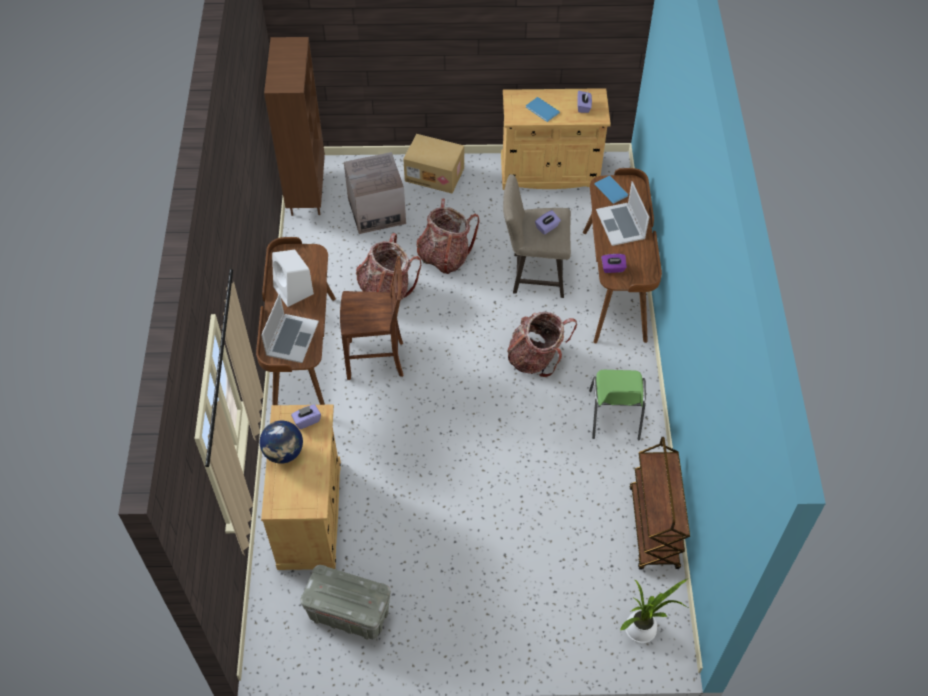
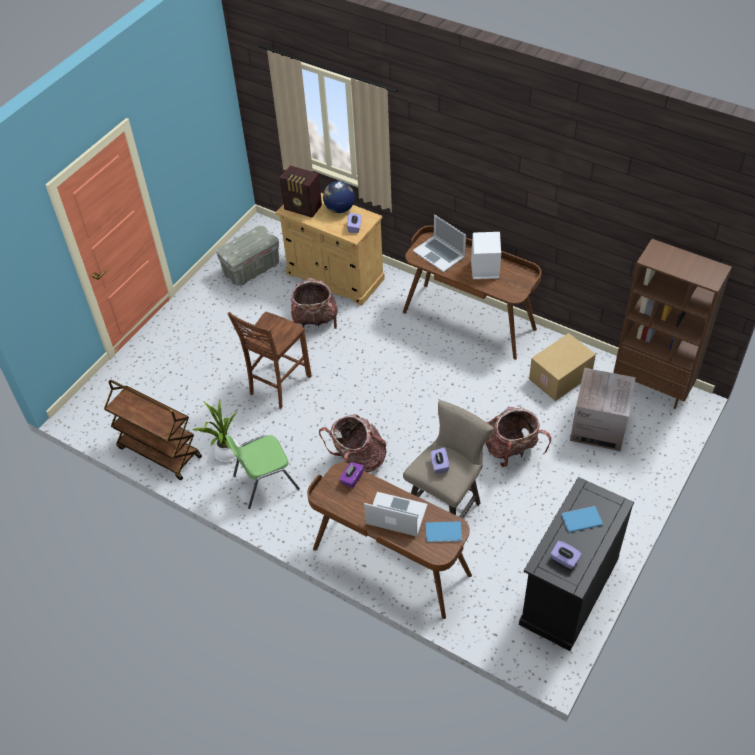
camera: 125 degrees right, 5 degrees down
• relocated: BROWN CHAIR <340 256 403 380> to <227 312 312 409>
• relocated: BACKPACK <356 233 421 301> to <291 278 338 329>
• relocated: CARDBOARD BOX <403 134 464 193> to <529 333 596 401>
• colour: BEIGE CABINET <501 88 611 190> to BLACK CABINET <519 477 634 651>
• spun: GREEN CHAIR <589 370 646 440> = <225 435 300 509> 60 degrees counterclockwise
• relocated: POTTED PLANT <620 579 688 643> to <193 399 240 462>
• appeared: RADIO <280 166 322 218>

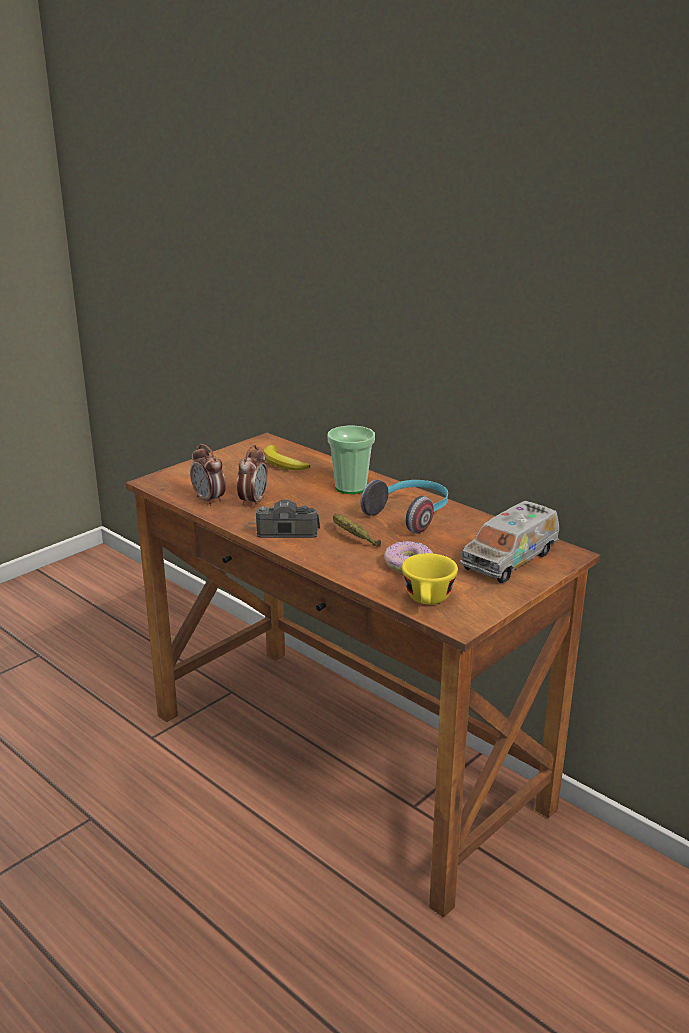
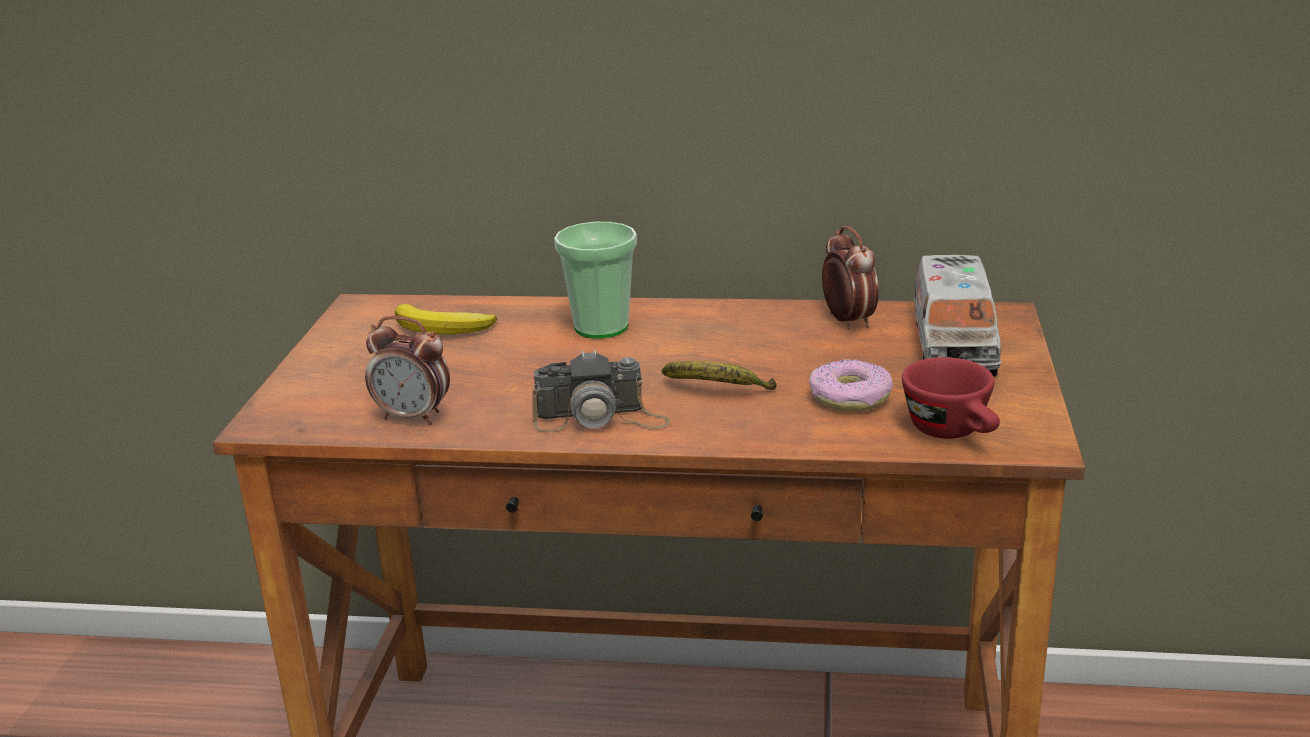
camera: 35 degrees left, 0 degrees up
• relocated: ALARM CLOCK <237 445 268 508> to <822 226 879 329>
• spun: PHOTO CAMERA <245 500 320 538> = <532 350 670 432> 150 degrees counterclockwise
• missing: HEADPHONES <360 480 448 534>
• colour: YELLOW CUP <402 553 458 604> to RED CUP <902 357 1000 439>

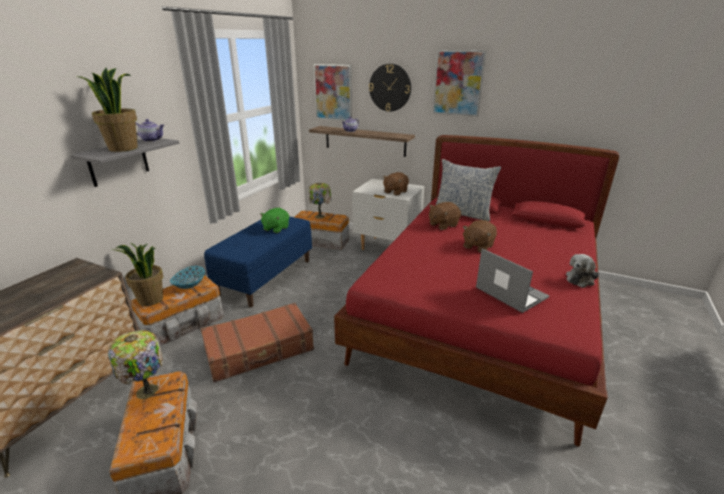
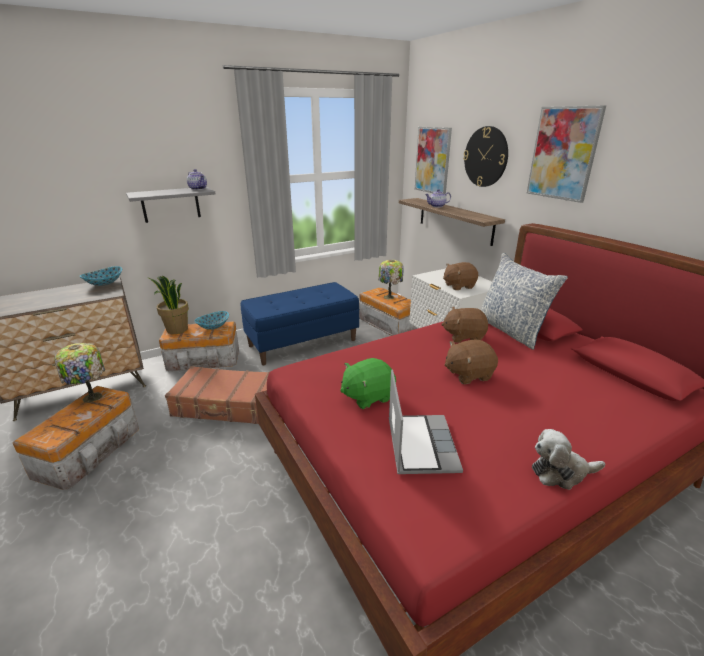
camera: 35 degrees right, 0 degrees up
• missing: POTTED PLANT <77 68 138 152>
• relocated: GREEN PLUSH TOY <260 208 289 233> to <340 358 396 409>
• appeared: BOWL <80 266 122 286>

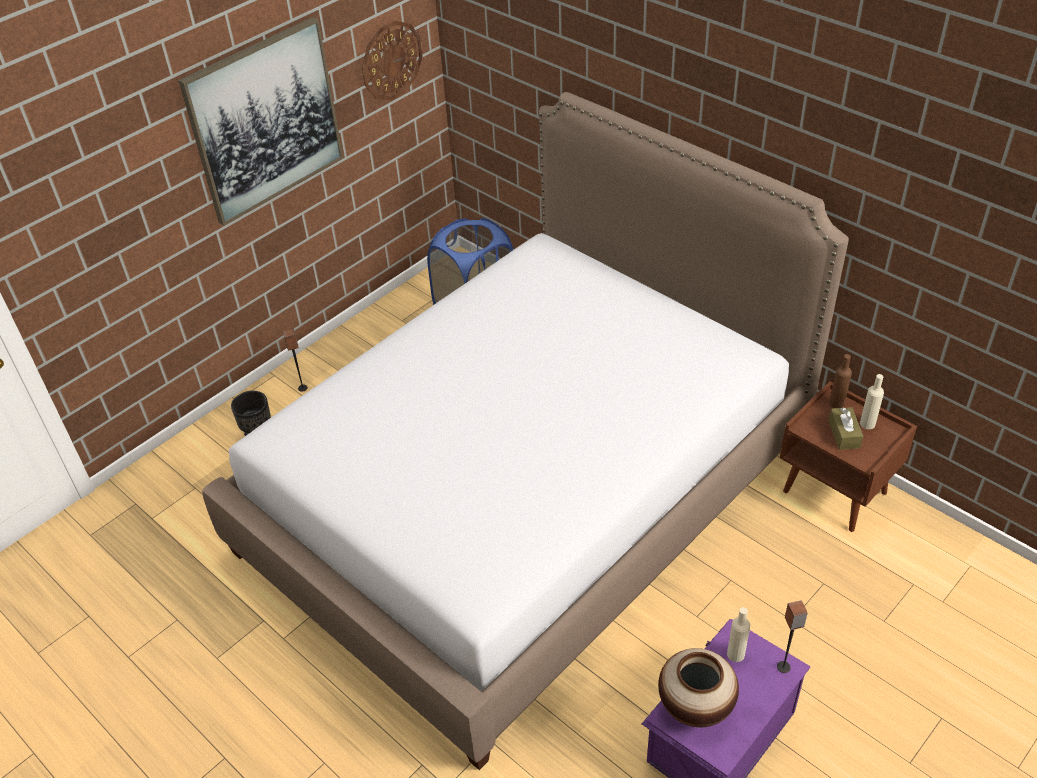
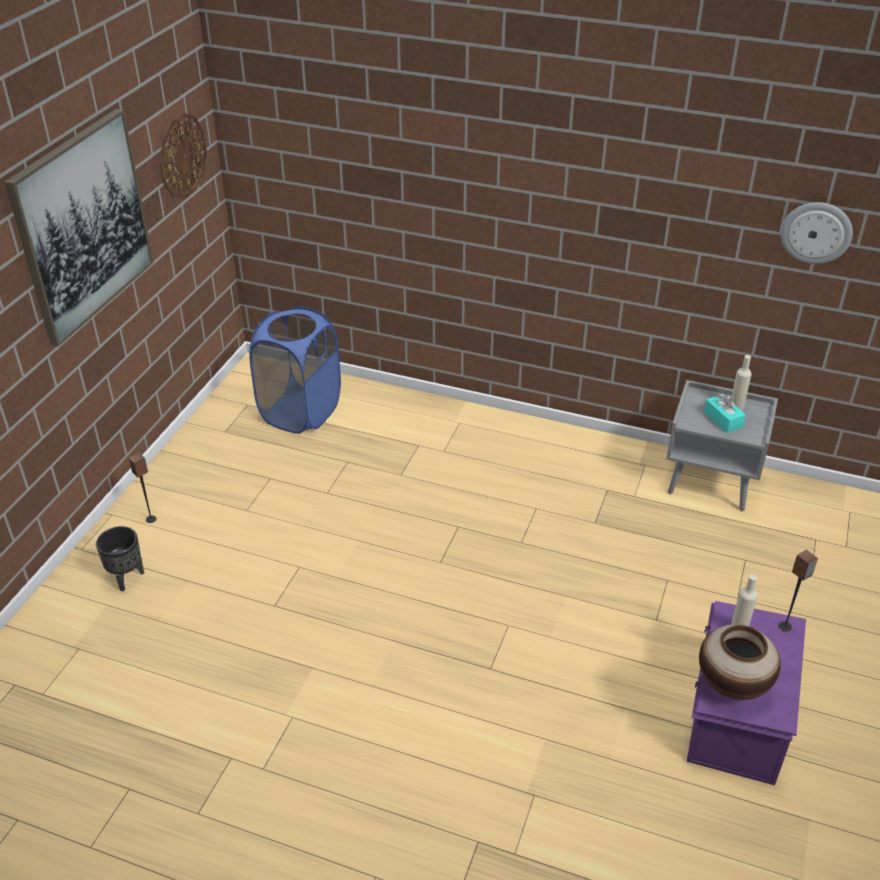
camera: 25 degrees left, 5 degrees down
• missing: BED <202 92 849 770>
• colour: BROWN NIGHTSTAND <780 381 917 532> to GREY NIGHTSTAND <666 380 778 511>
• colour: BROWN TISSUE BOX <828 407 863 450> to TURQUOISE TISSUE BOX <704 394 746 433>
• missing: BROWN BOTTLE <829 354 852 408>
• appeared: WALL CLOCK <781 202 853 264>

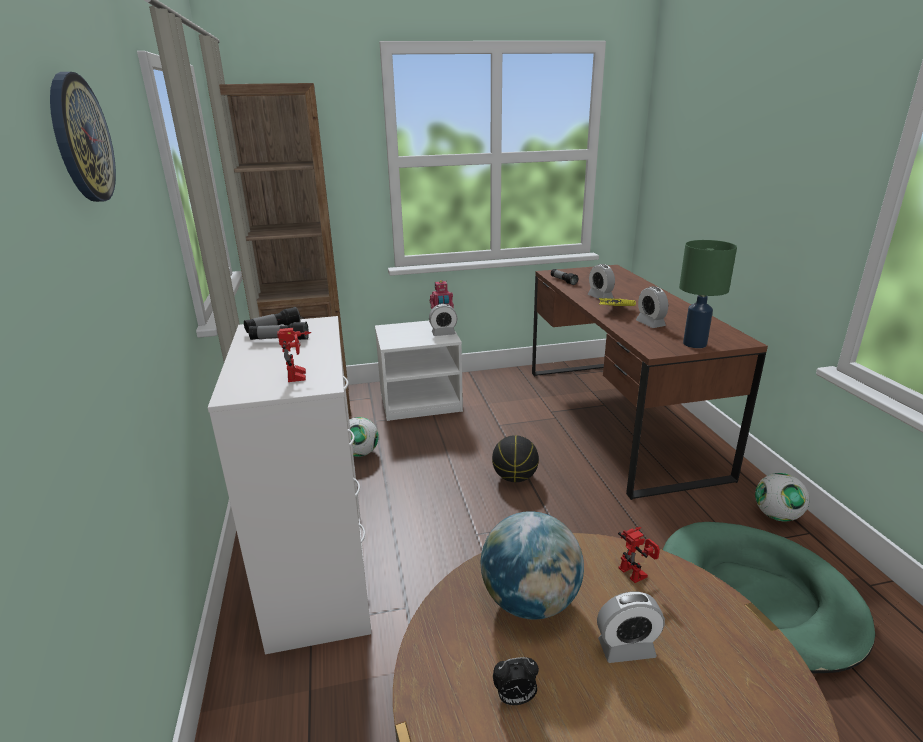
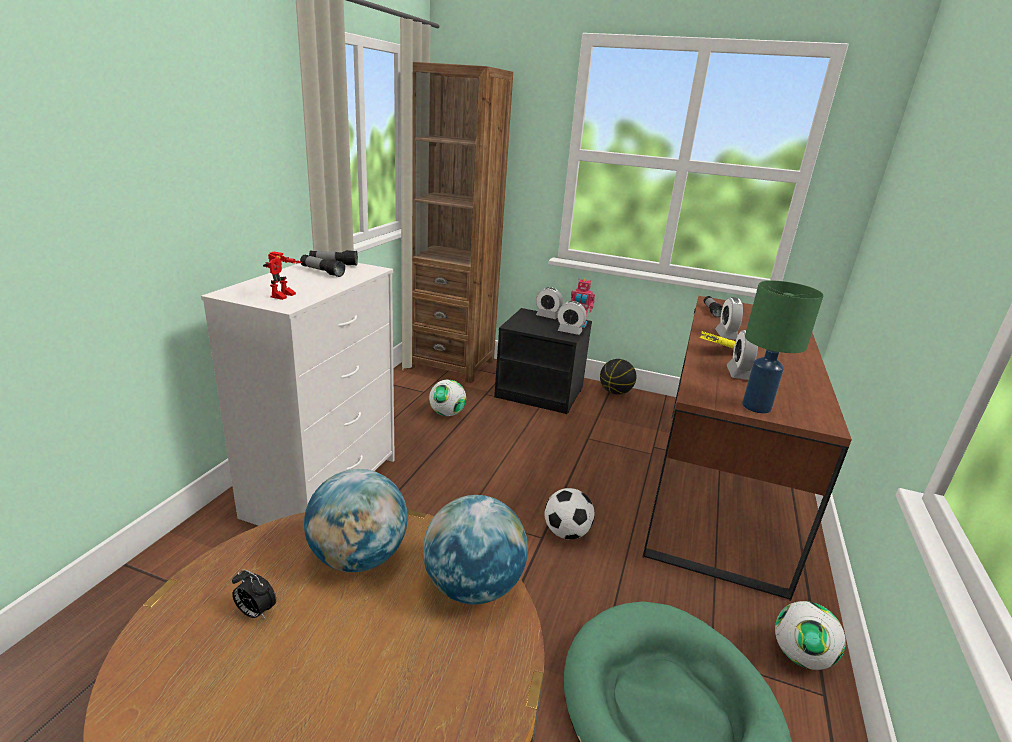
camera: 30 degrees right, 0 degrees up
• missing: WALL CLOCK <50 72 116 202>
• colour: WHITE NIGHTSTAND <375 321 463 421> to BLACK NIGHTSTAND <494 308 592 414>
• relocated: BASKETBALL <492 435 539 482> to <600 359 636 395>
• relocated: ALARM CLOCK <597 592 665 663> to <536 287 563 319>
• exchanged: TOY ROBOT <618 527 660 583> to GLOBE <423 495 528 604>
• appeared: FOOTBALL <544 488 595 539>

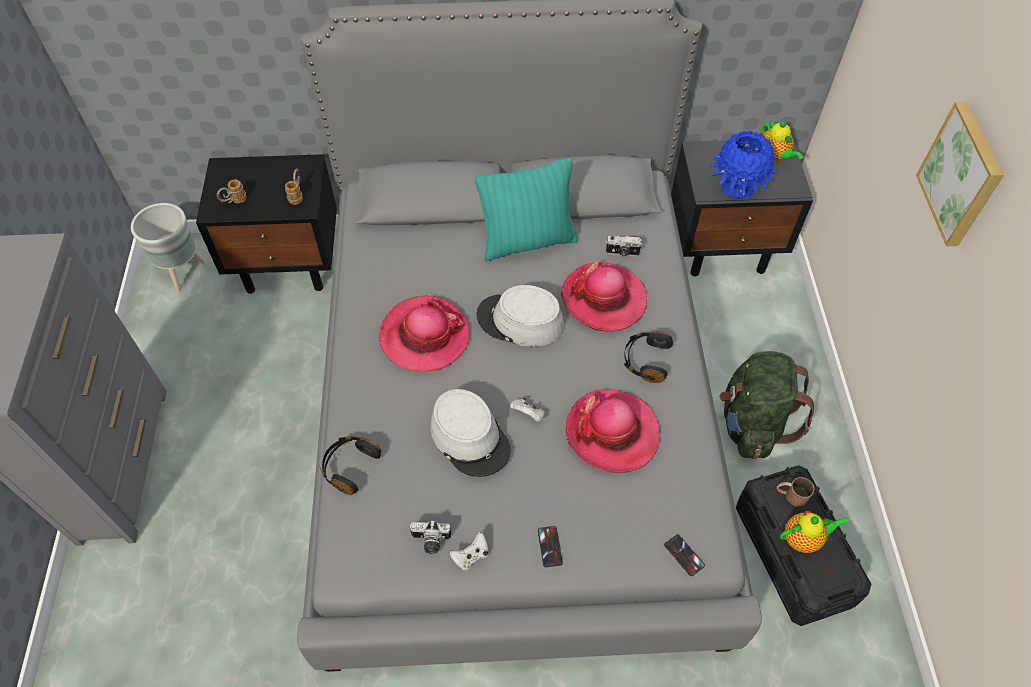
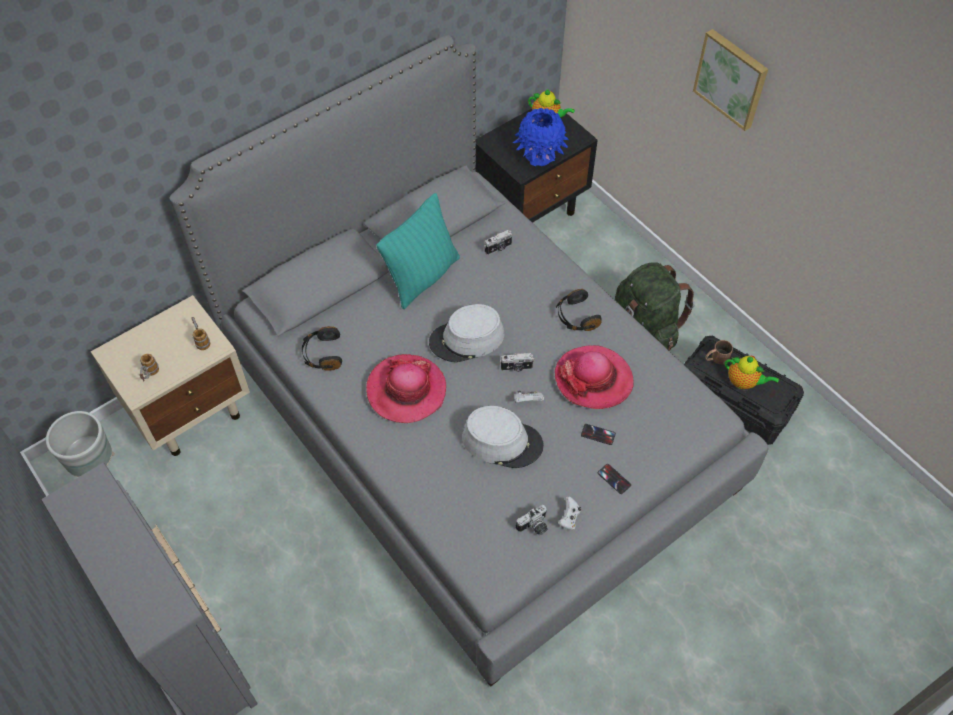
camera: 35 degrees left, 0 degrees up
• colour: BLACK NIGHTSTAND <196 154 337 294> to BEIGE NIGHTSTAND <91 295 250 456>
• relocated: BLACK HEADPHONES <320 436 381 495> to <302 326 342 371>
• missing: HAT <561 262 647 331>
• relocated: PHONE <664 534 705 576> to <581 424 616 445>
• spun: TEAPOT <780 511 850 553> = <725 355 779 389> 75 degrees clockwise
• appeared: PHOTO CAMERA <500 353 534 372>

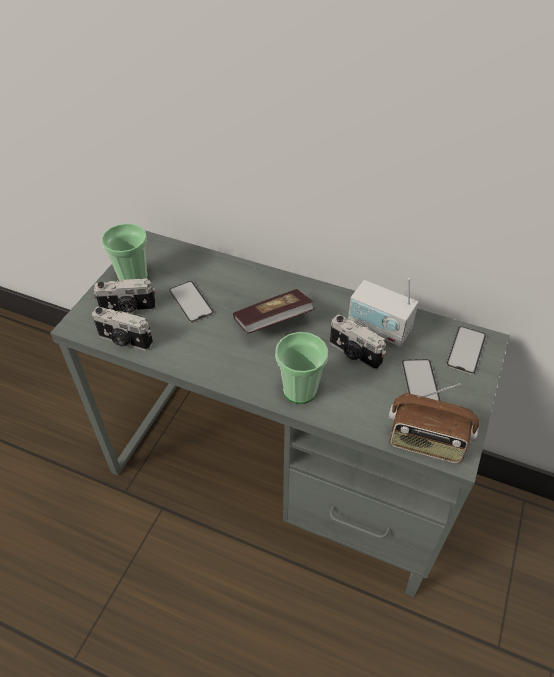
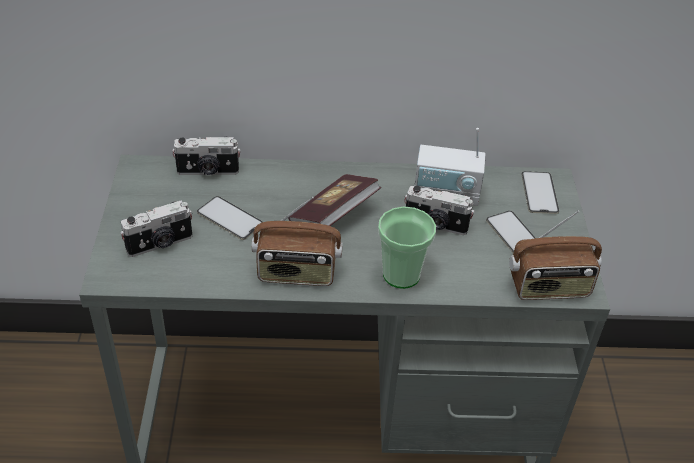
camera: 25 degrees left, 5 degrees down
• relocated: PHOTO CAMERA <92 307 153 351> to <172 137 241 175>
• missing: CUP <101 223 148 281>
• appeared: RADIO <251 197 343 286>

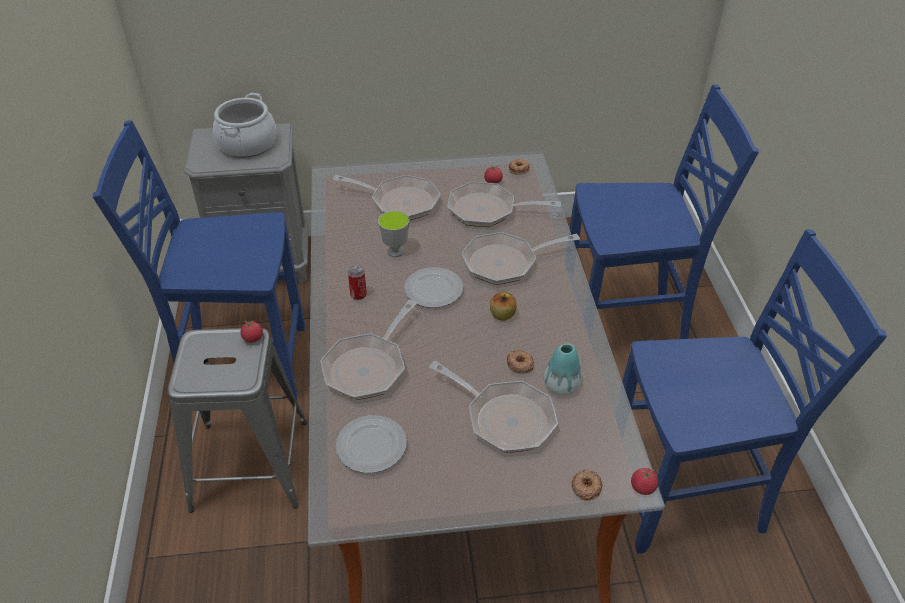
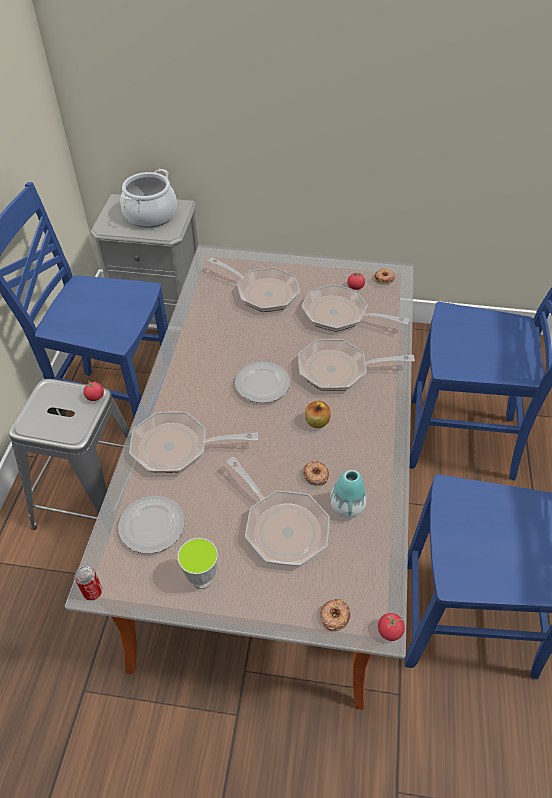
camera: 15 degrees right, 5 degrees up
• spun: FRYING PAN <321 300 417 400> = <129 412 258 473> 45 degrees clockwise
• relocated: CAN <348 265 367 300> to <75 566 102 600>
• relocated: CUP <378 210 410 257> to <178 538 218 589>

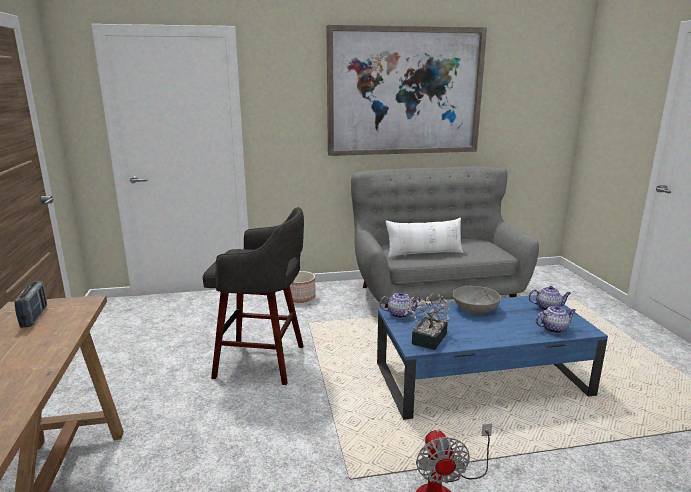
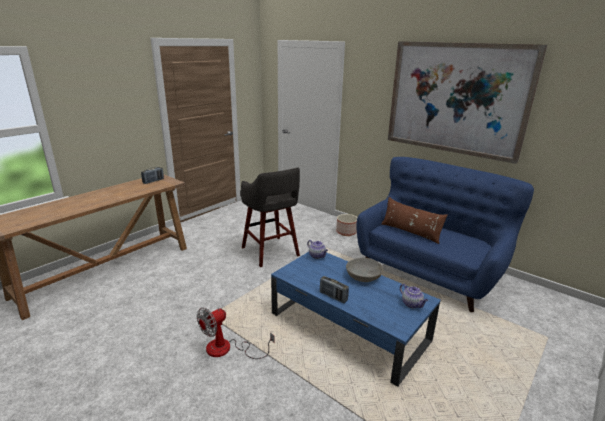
camera: 50 degrees right, 5 degrees up
• colour: GREY SOFA <351 167 539 308> to BLUE SOFA <356 157 534 312>
• colour: WHITE PILLOW <386 218 464 258> to BROWN PILLOW <381 197 448 244>
• missing: POTTED PLANT <404 293 450 350>
• missing: TEAPOT <536 305 576 333>
• appeared: RADIO <320 276 349 303>

